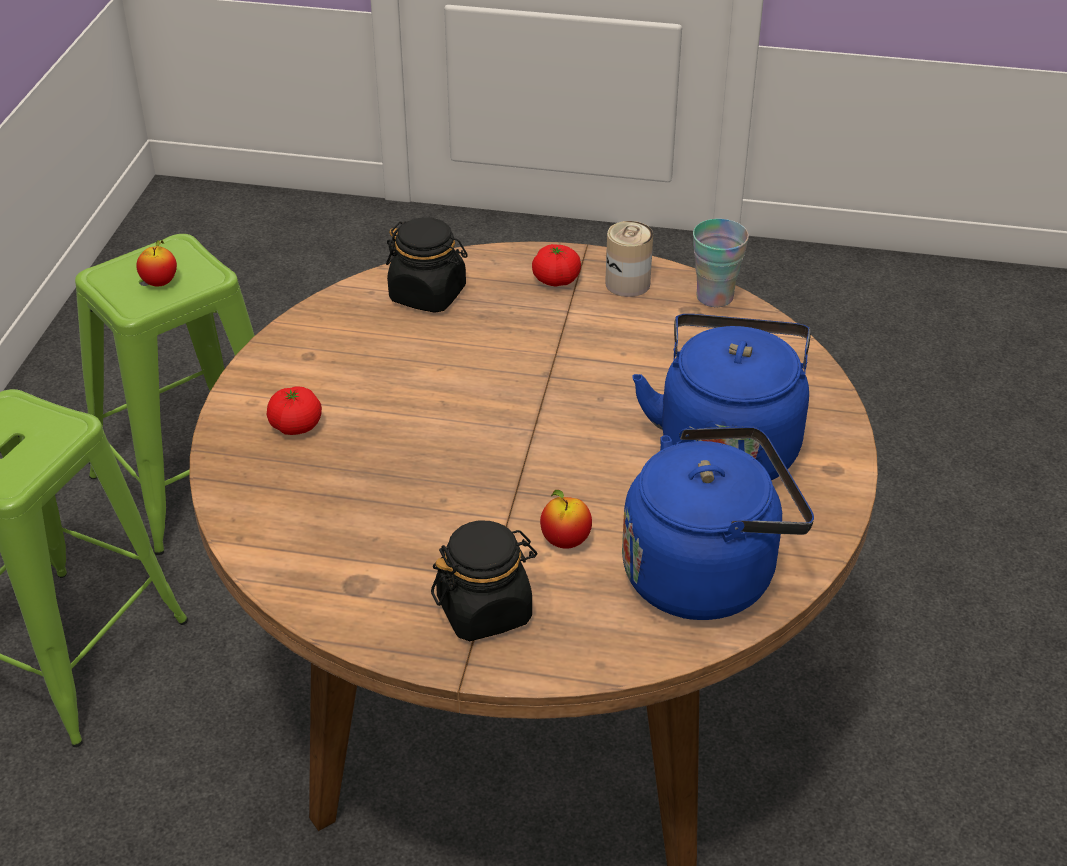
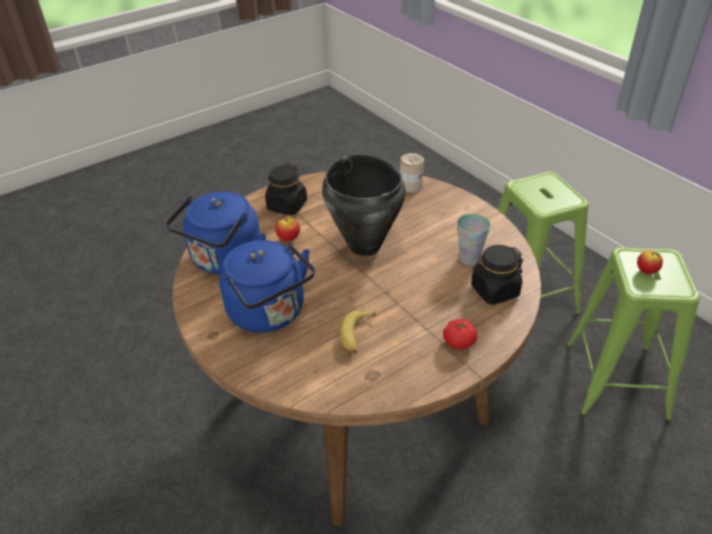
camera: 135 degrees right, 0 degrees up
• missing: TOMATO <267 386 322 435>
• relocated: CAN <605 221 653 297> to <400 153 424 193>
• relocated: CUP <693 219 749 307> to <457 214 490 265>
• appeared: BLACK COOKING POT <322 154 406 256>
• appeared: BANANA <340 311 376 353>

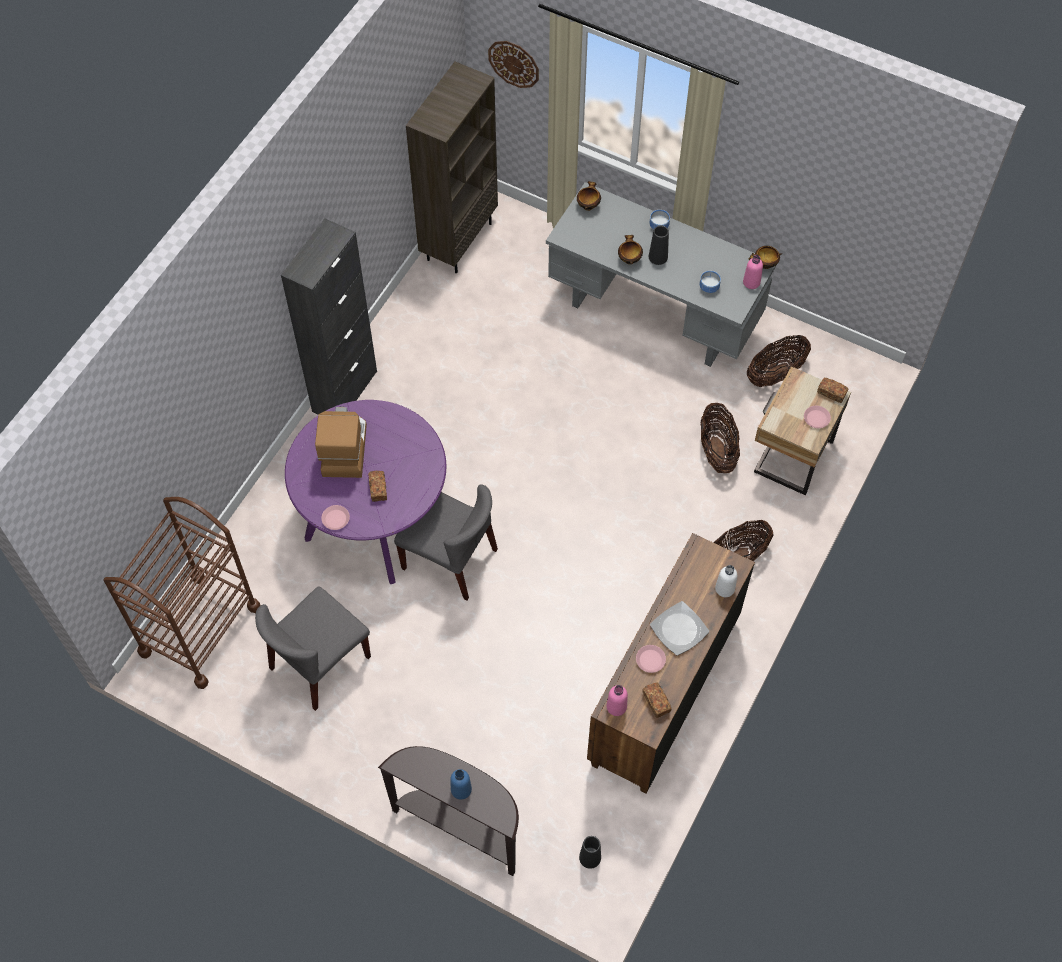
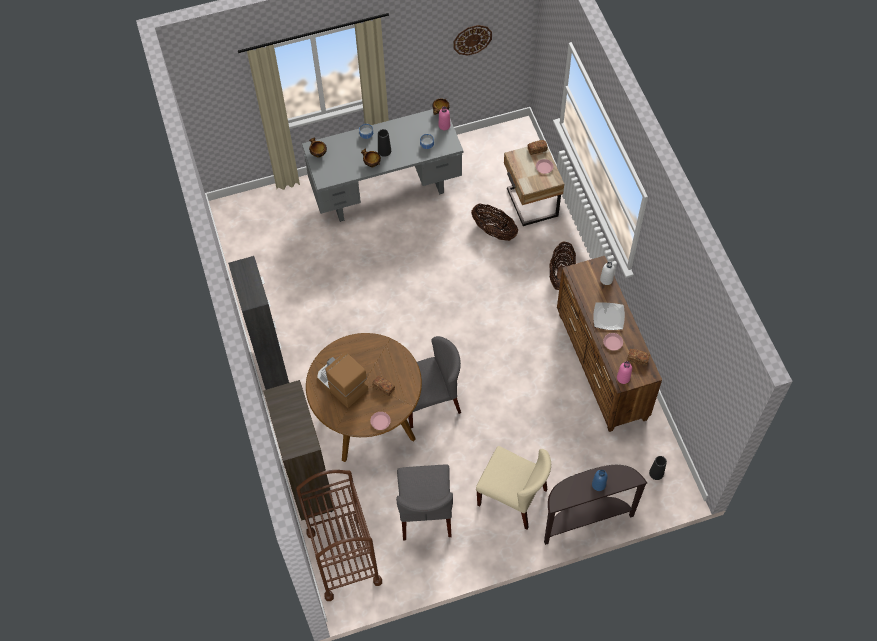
camera: 45 degrees left, 0 degrees up
• colour: PURPLE DINING TABLE <285 400 446 584> to BROWN DINING TABLE <306 333 422 462>
• relocated: BROWN BOOKCASE <406 62 498 273> to <263 380 334 521>
• relocated: WALL CLOCK <488 41 539 88> to <454 25 492 56>
• missing: BASKET <747 335 811 387>
• appeared: BEIGE CHAIR <476 446 551 530>

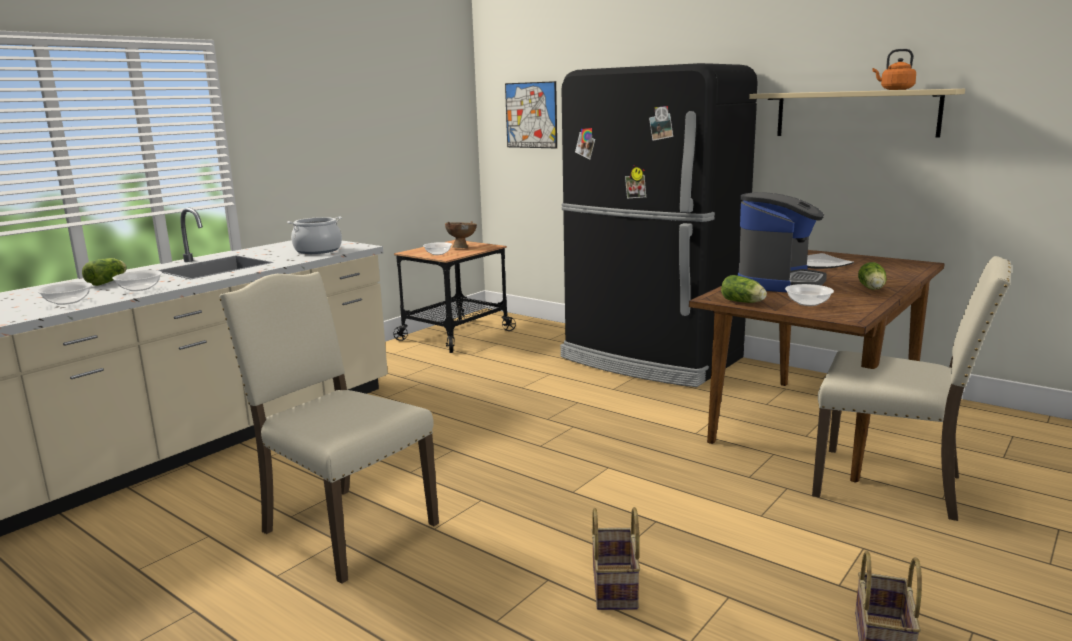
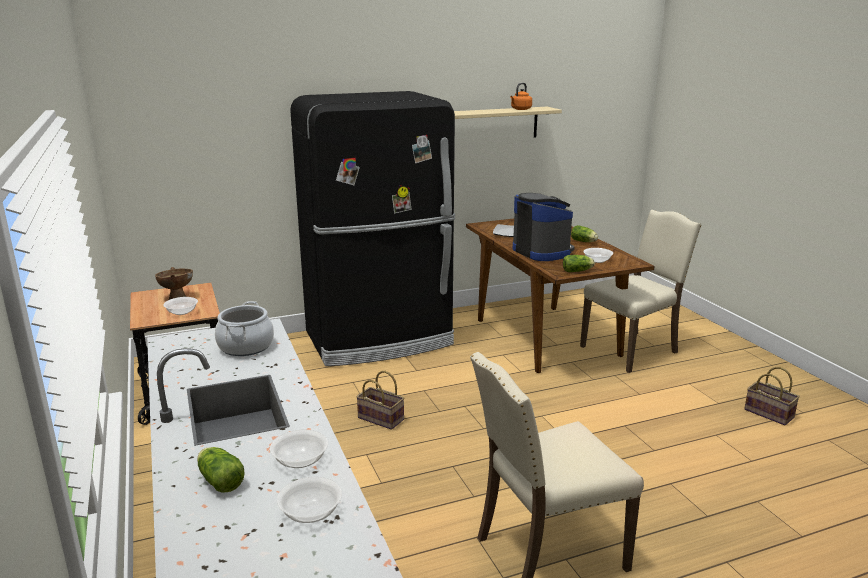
camera: 60 degrees left, 5 degrees up
• missing: PICTURE <505 81 557 148>
• relocated: BASKET <591 507 640 610> to <356 371 404 430>

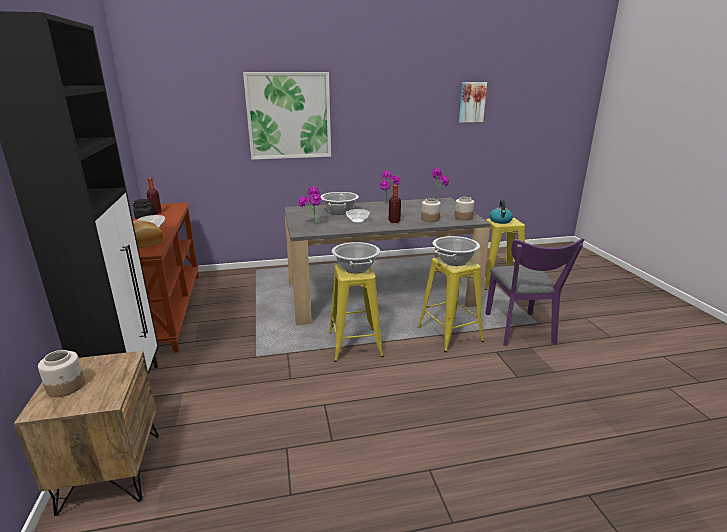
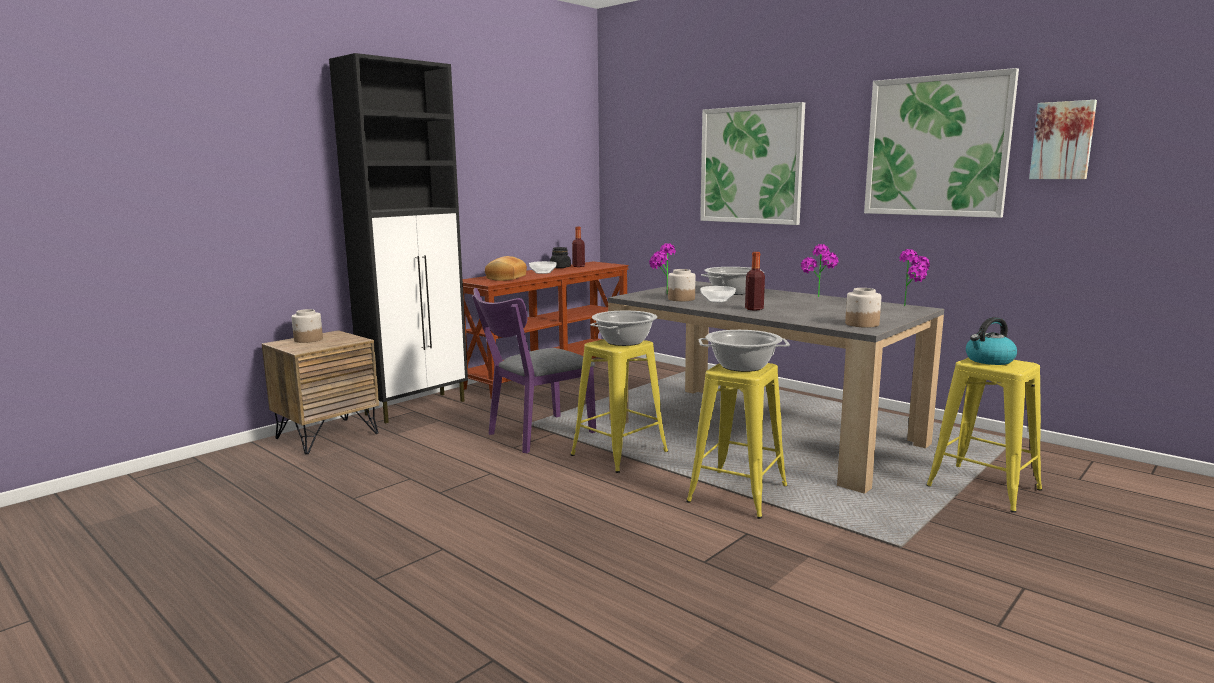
camera: 55 degrees right, 10 degrees down
• relocated: JAR <421 198 441 222> to <668 269 695 301>
• relocated: PURPLE CHAIR <486 238 584 346> to <472 288 596 453>
• appeared: PICTURE <864 68 1019 218>

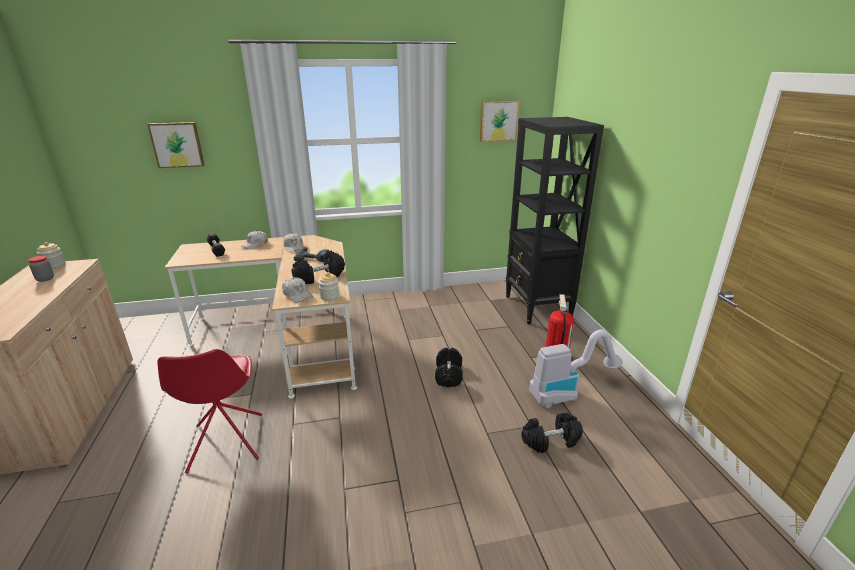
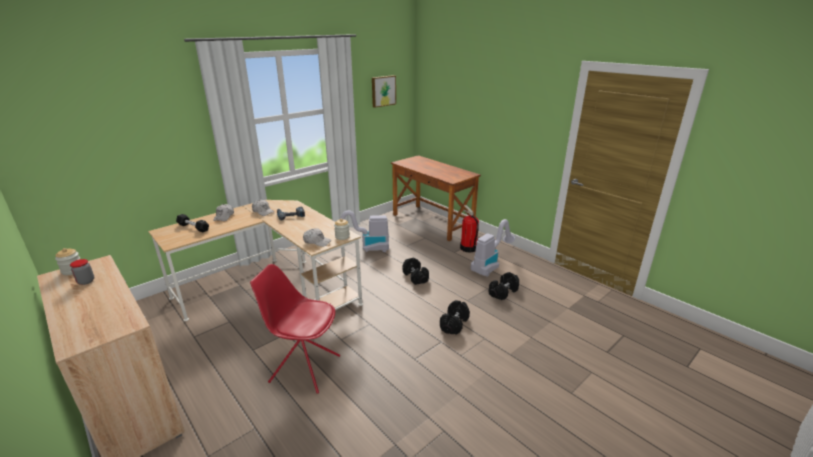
camera: 30 degrees left, 0 degrees up
• missing: PICTURE <147 122 204 168>
• spun: RED CHAIR <158 349 262 473> = <250 264 340 394> 150 degrees clockwise
• relocated: BLACK DUMBBELL <291 251 345 284> to <440 300 470 335>
• exchanged: BLACK BOOKCASE <506 117 604 325> to BROWN DESK <391 155 481 241>
• appeared: VACUUM CLEANER <340 210 389 252>

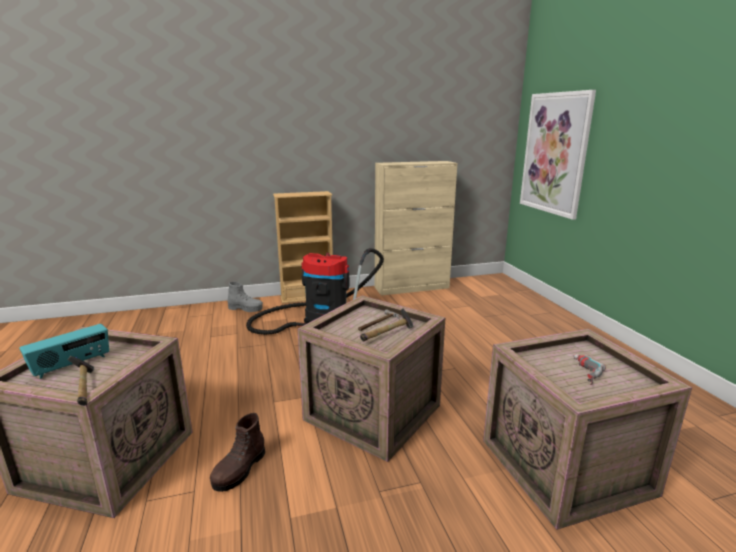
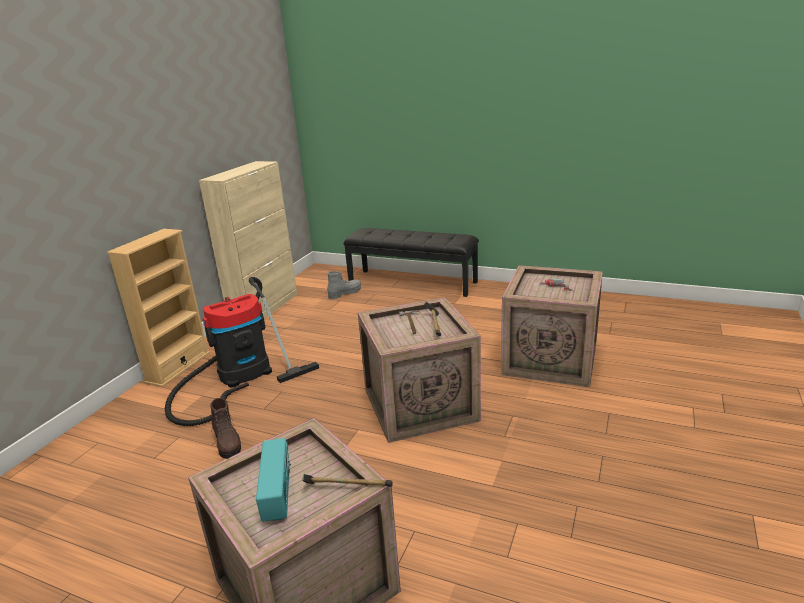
camera: 50 degrees left, 5 degrees up
• relocated: BROWN BOOT <210 413 265 492> to <210 398 241 459>
• relocated: GREY BOOT <227 282 263 312> to <327 271 361 299>
• missing: PICTURE <520 90 596 220>
• appeared: BLACK BENCH <344 228 479 297>

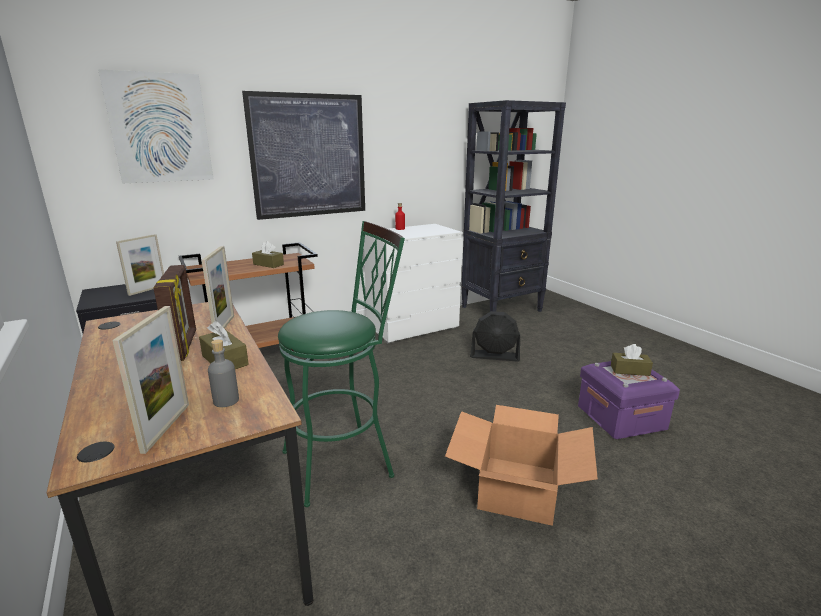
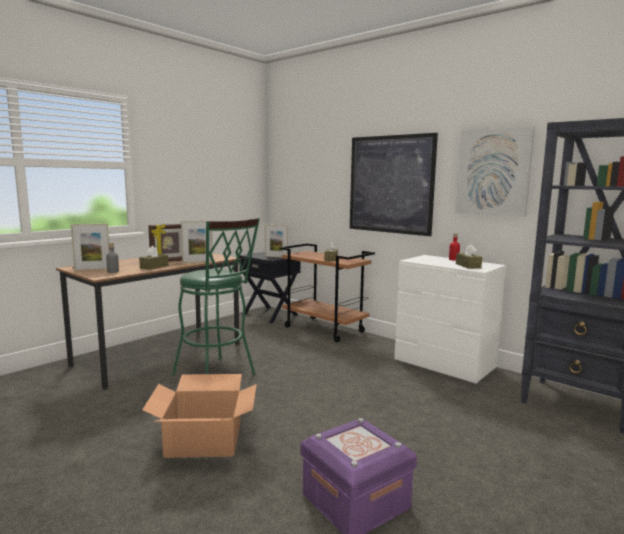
camera: 70 degrees right, 10 degrees down
• relocated: PICTURE <98 69 214 184> to <455 126 535 217>
• missing: BLACK FAN <470 311 520 362>
• relocated: BROWN TISSUE BOX <611 344 653 376> to <456 244 482 269>

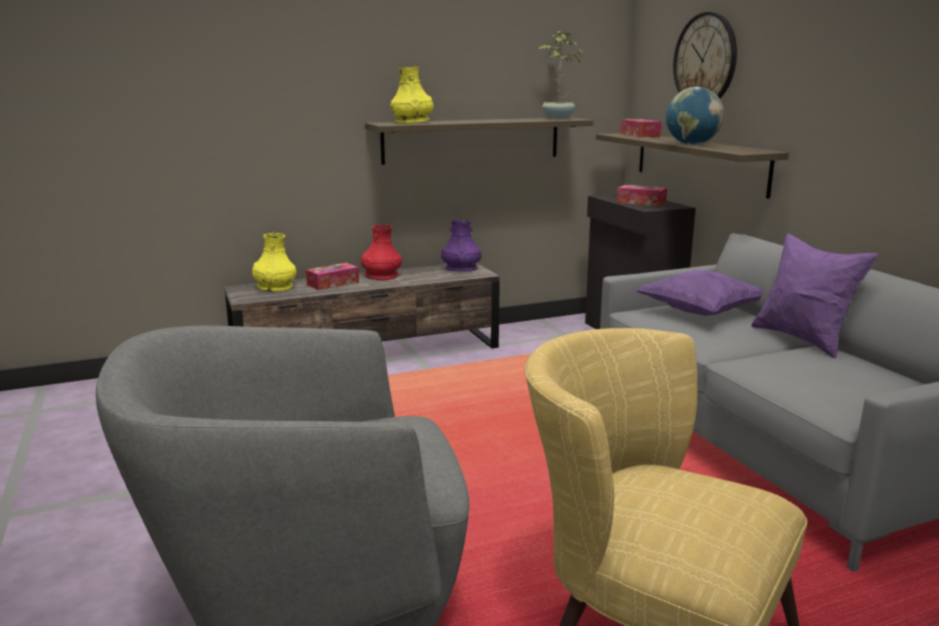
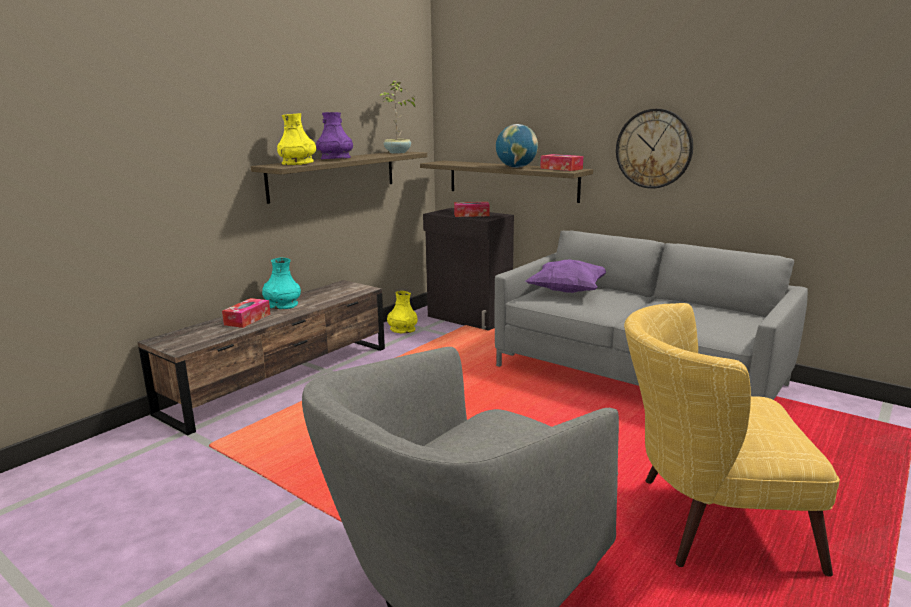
camera: 30 degrees left, 0 degrees up
• relocated: YELLOW VASE <252 233 296 292> to <387 291 418 333>
• colour: RED VASE <361 224 402 280> to TURQUOISE VASE <262 258 301 309>
• relocated: PURPLE VASE <441 220 481 272> to <316 112 353 159>
• relocated: TISSUE BOX <620 119 662 137> to <540 154 583 171>
• relocated: WALL CLOCK <673 12 737 98> to <616 109 693 189>
• missing: PURPLE PILLOW <751 234 879 358>

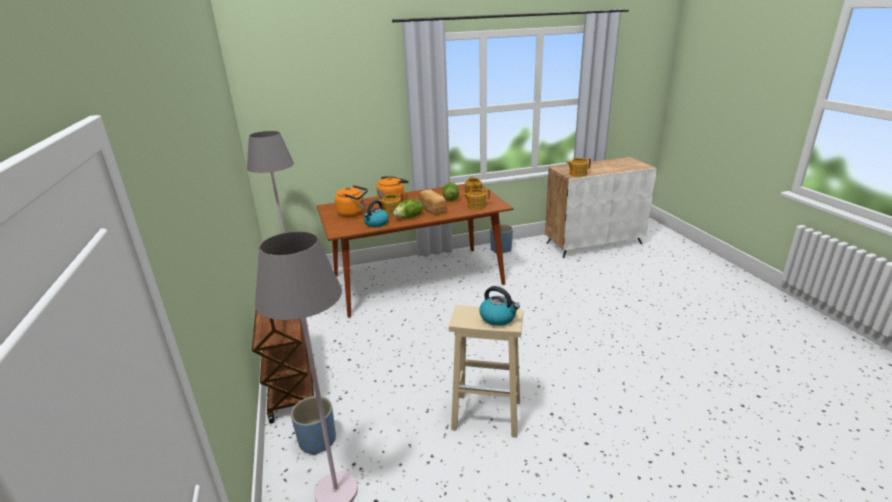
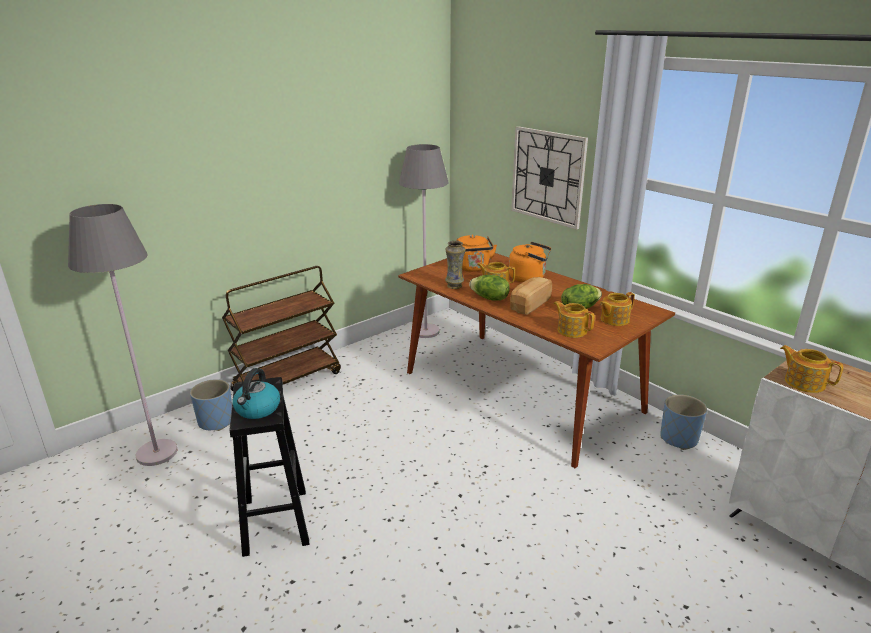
camera: 65 degrees right, 0 degrees up
• exchanged: KETTLE <363 200 389 227> to VASE <445 241 466 289>
• colour: BEIGE STOOL <449 305 523 438> to BLACK STOOL <230 377 309 557>
• appeared: WALL CLOCK <511 126 588 230>

